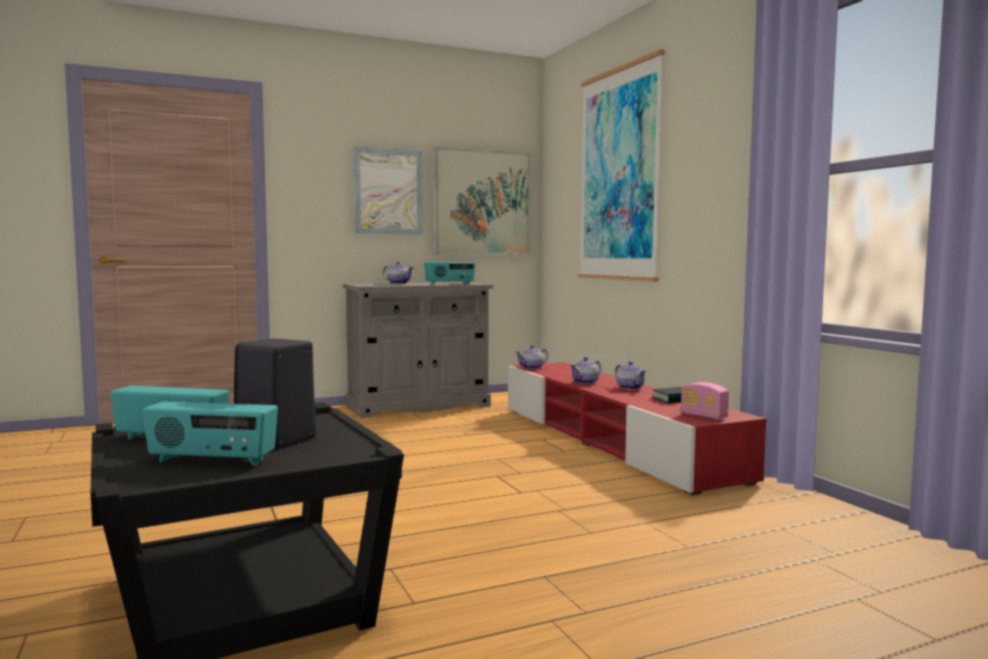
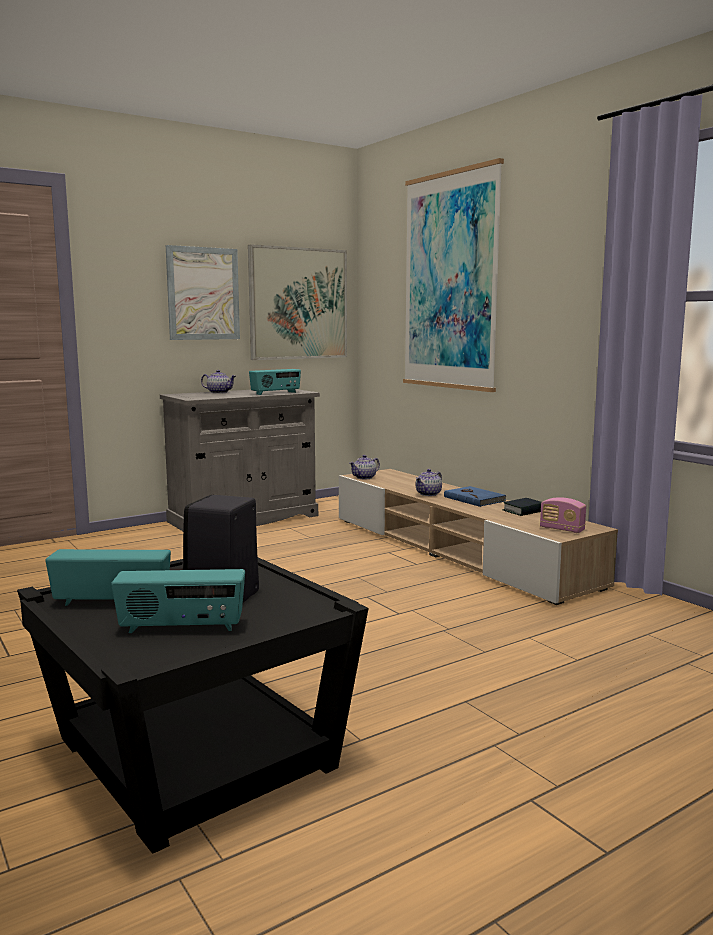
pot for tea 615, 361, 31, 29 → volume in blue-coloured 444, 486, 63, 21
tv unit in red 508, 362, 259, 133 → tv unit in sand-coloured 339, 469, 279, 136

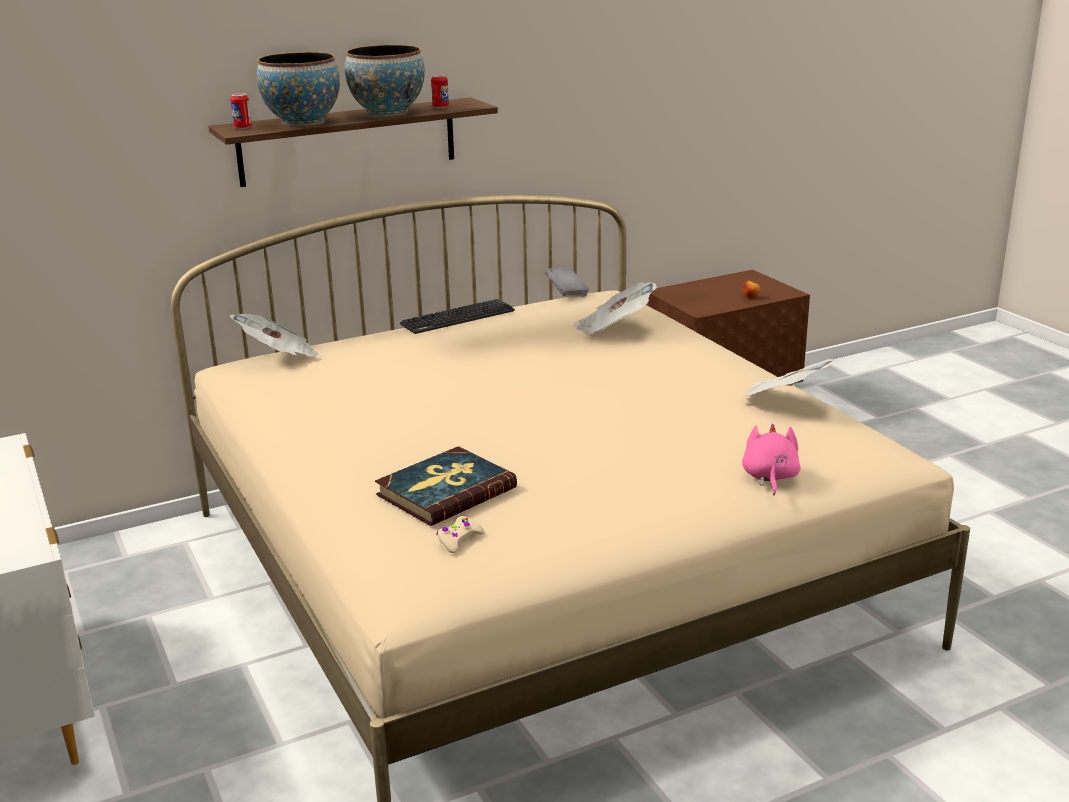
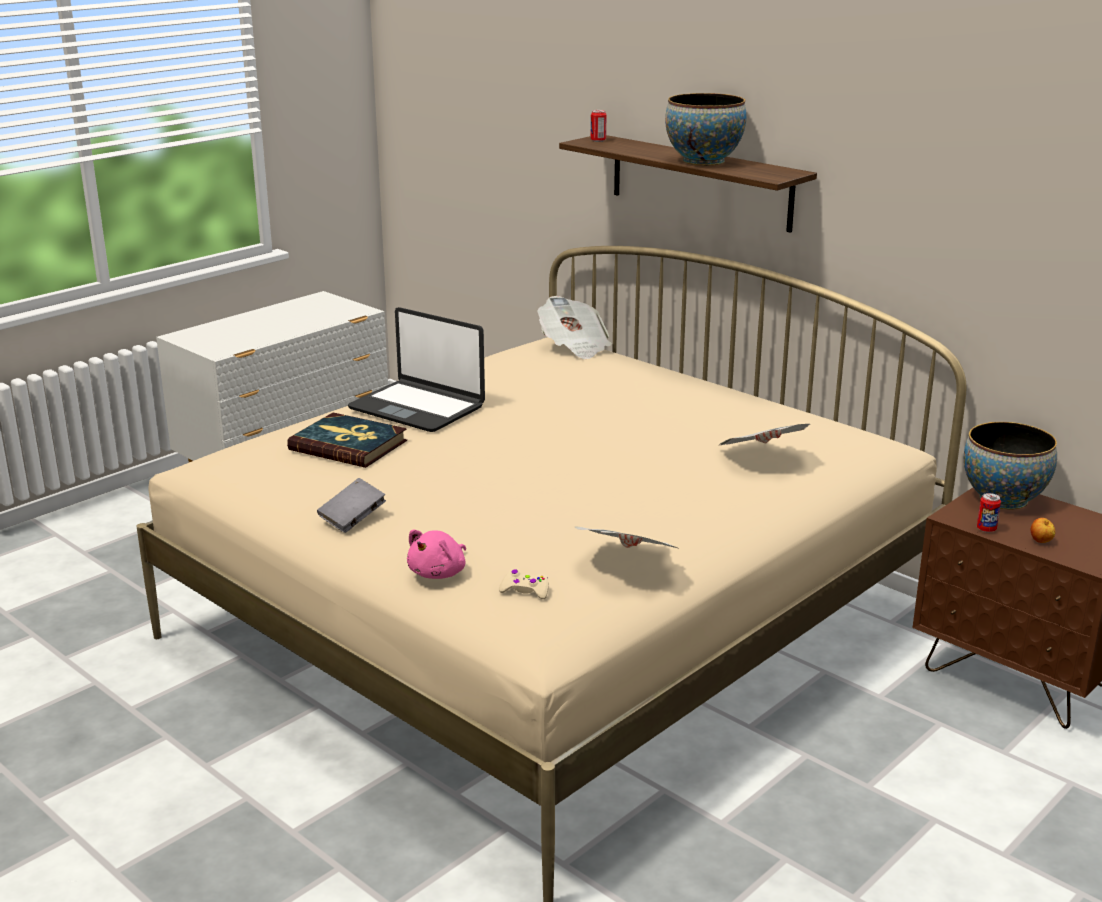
computer keyboard 400, 299, 115, 35 → -
- → laptop 348, 307, 137, 125
deep dish 257, 52, 83, 74 → deep dish 964, 422, 93, 88, relocated
sealed can 431, 75, 18, 33 → sealed can 977, 493, 24, 39, relocated
game controller in sand-coloured 436, 516, 49, 37 → game controller in sand-coloured 499, 569, 50, 30, relocated
volume in gray 545, 268, 44, 29 → volume in gray 317, 478, 69, 55, relocated
soft toy in pink-coloured 742, 424, 59, 72 → soft toy in pink-coloured 407, 530, 59, 49, 135 degrees clockwise

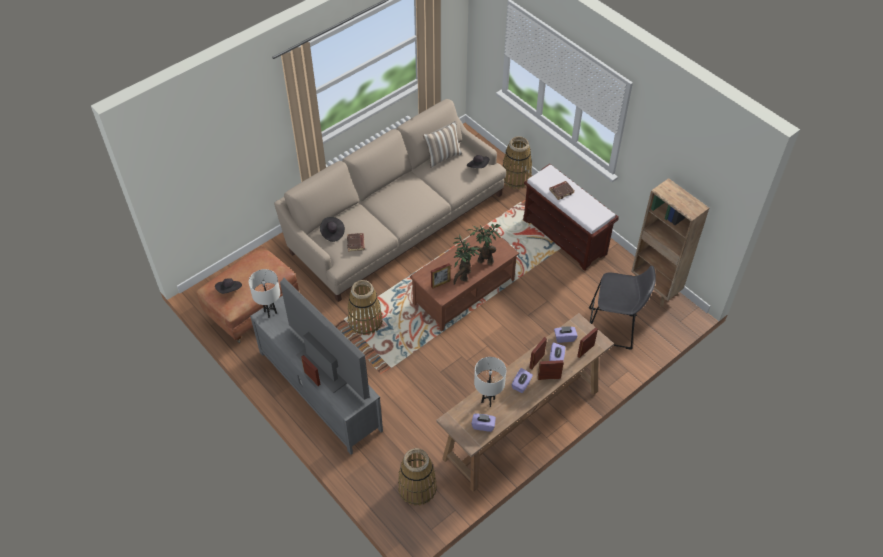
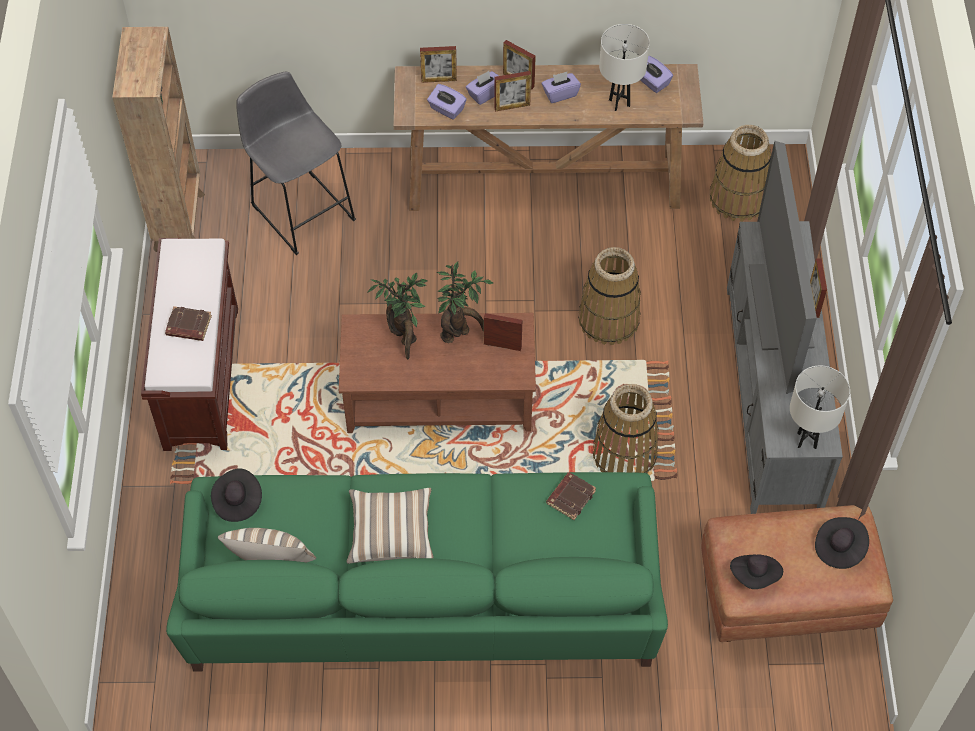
- → pillow 347, 488, 87, 76
hat in blackish 320, 217, 25, 25 → hat in blackish 730, 555, 53, 34, relocated
storage basket 503, 136, 29, 53 → storage basket 578, 247, 63, 98, relocated
couch in sand-coloured 274, 99, 232, 203 → couch in green 166, 472, 502, 200

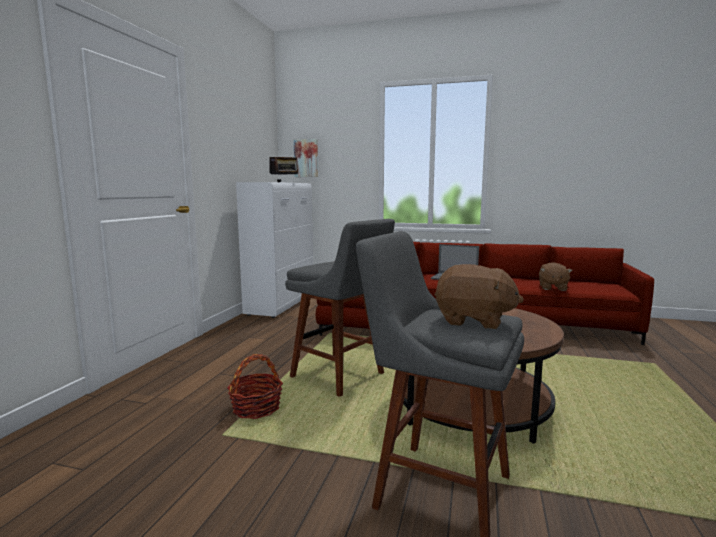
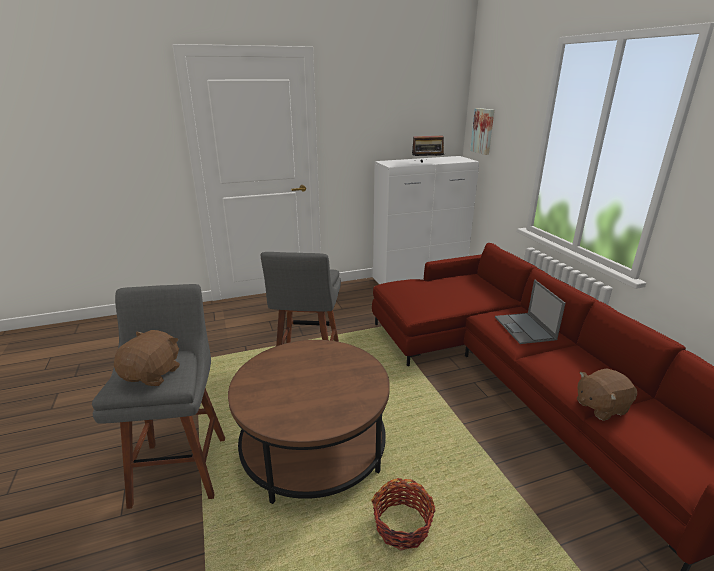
storage basket 227, 354, 56, 65 → storage basket 371, 478, 65, 72, relocated
soft toy in brownish 435, 264, 89, 65 → soft toy in brownish 114, 330, 66, 56, 150 degrees counterclockwise

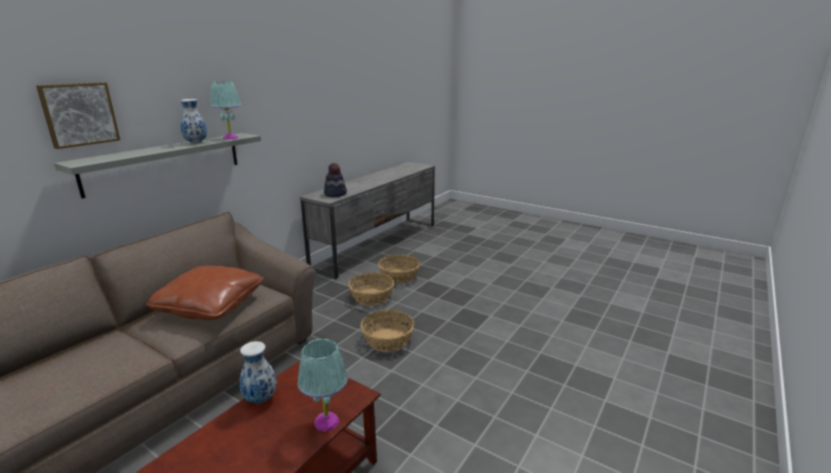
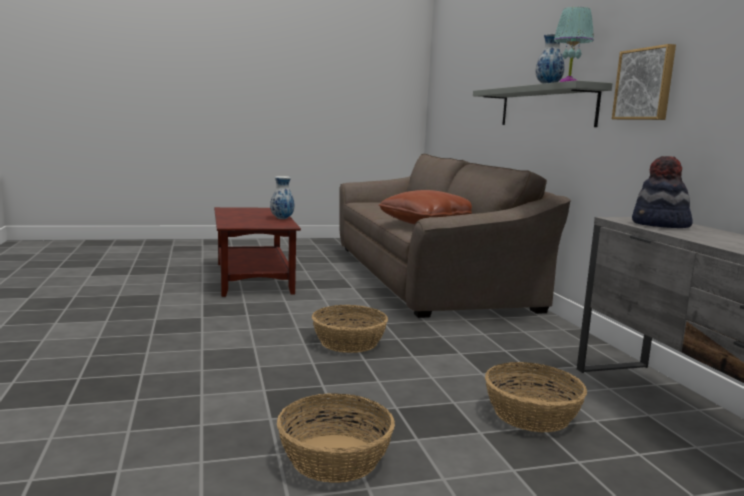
tabletop lamp in turquoise 297, 339, 51, 92 → -
wall art 36, 82, 84, 67 → wall art 612, 44, 64, 76, relocated
storage basket 348, 273, 46, 33 → storage basket 277, 393, 118, 90, relocated

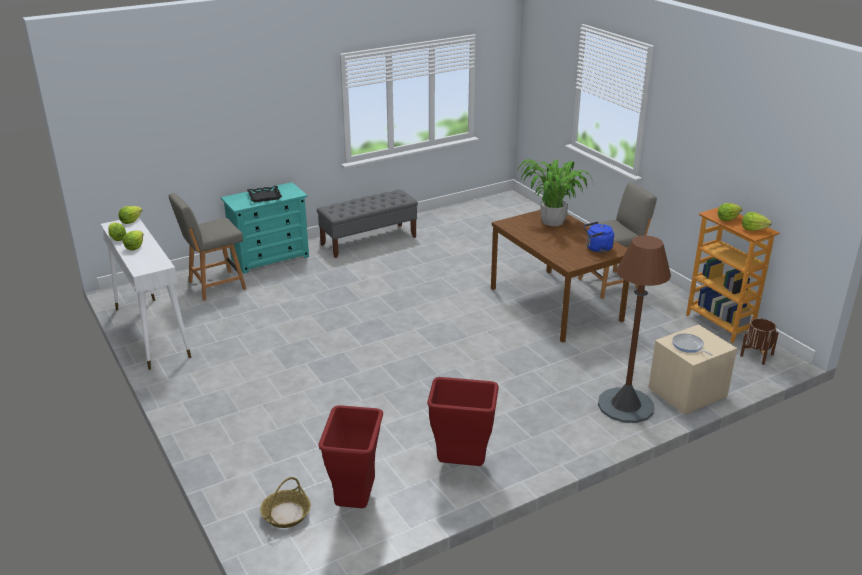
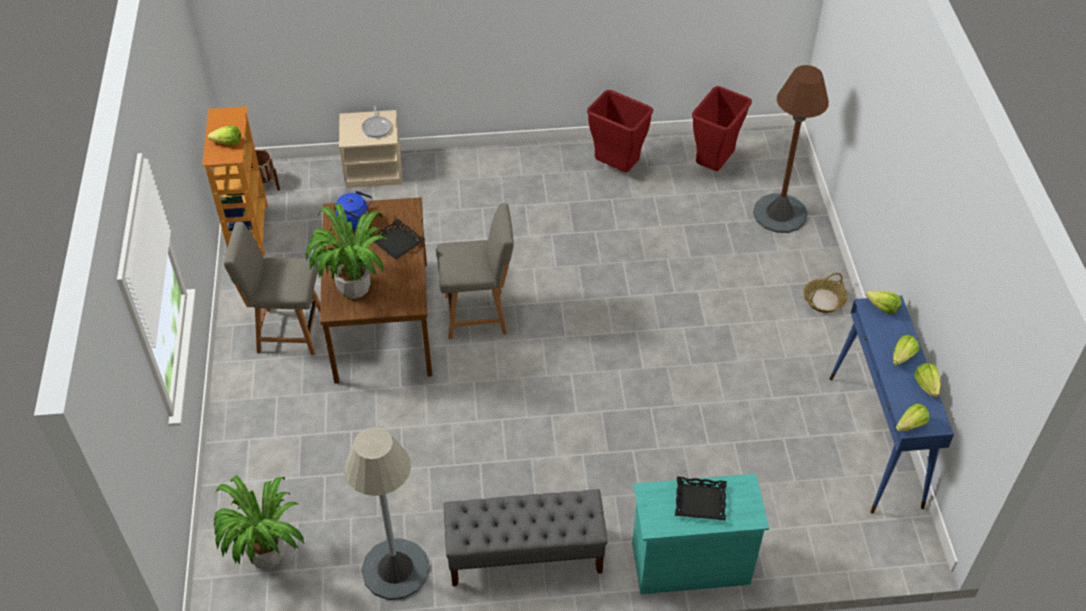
- → plant in a pot 214, 475, 91, 94
- → standing lamp in gray 344, 427, 86, 173
- → carrying tray in blackish 370, 218, 56, 42
chair in gray 169, 193, 77, 108 → chair in gray 437, 203, 77, 136, relocated
storage basket 260, 477, 51, 51 → storage basket 803, 273, 44, 40, relocated
standing lamp in brownish 598, 235, 73, 188 → standing lamp in brownish 753, 65, 76, 168, relocated
head of lettuce 742, 212, 30, 19 → head of lettuce 866, 291, 35, 23, relocated
narrow table in whitish 101, 218, 90, 152 → narrow table in blue-coloured 830, 296, 124, 218

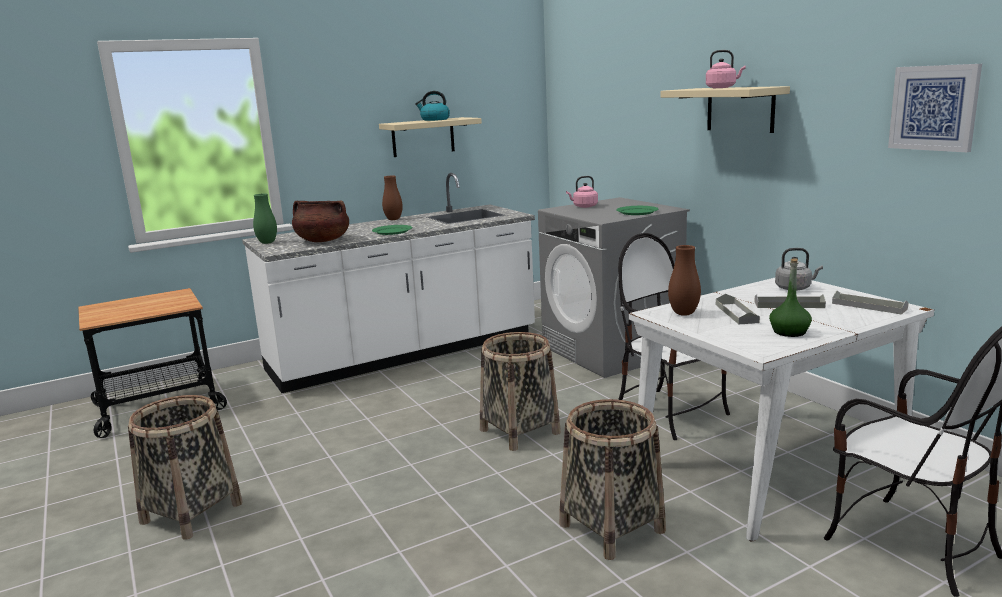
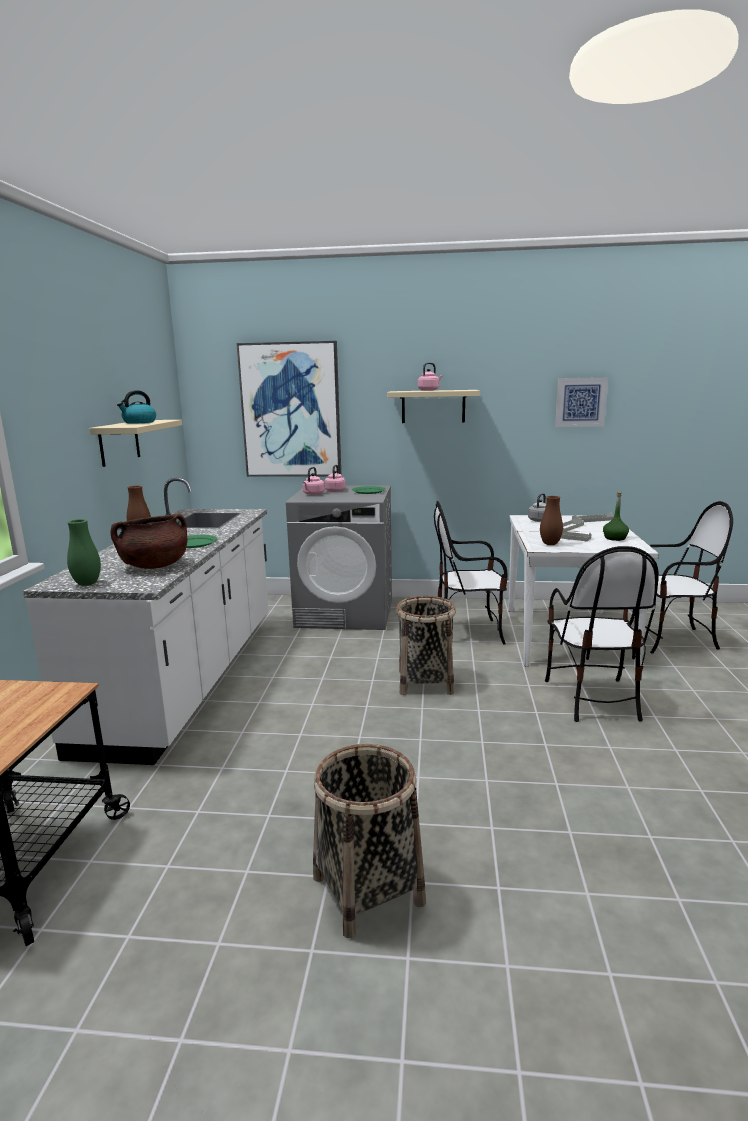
- → wall art 236, 341, 105, 136
- → water kettle in pink-coloured 324, 465, 22, 27
storage basket 559, 399, 107, 161 → chair 545, 546, 114, 176

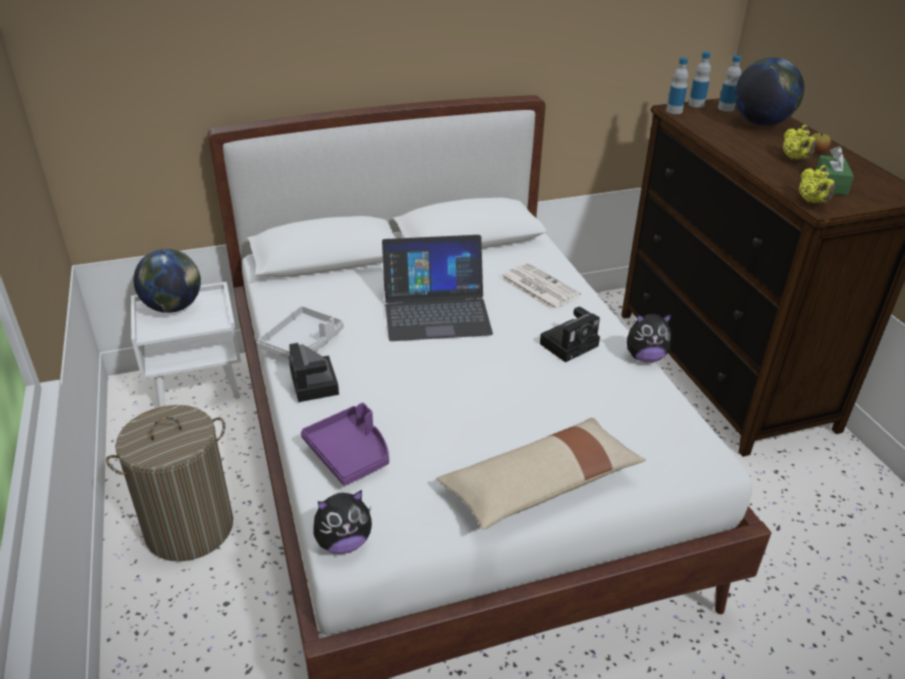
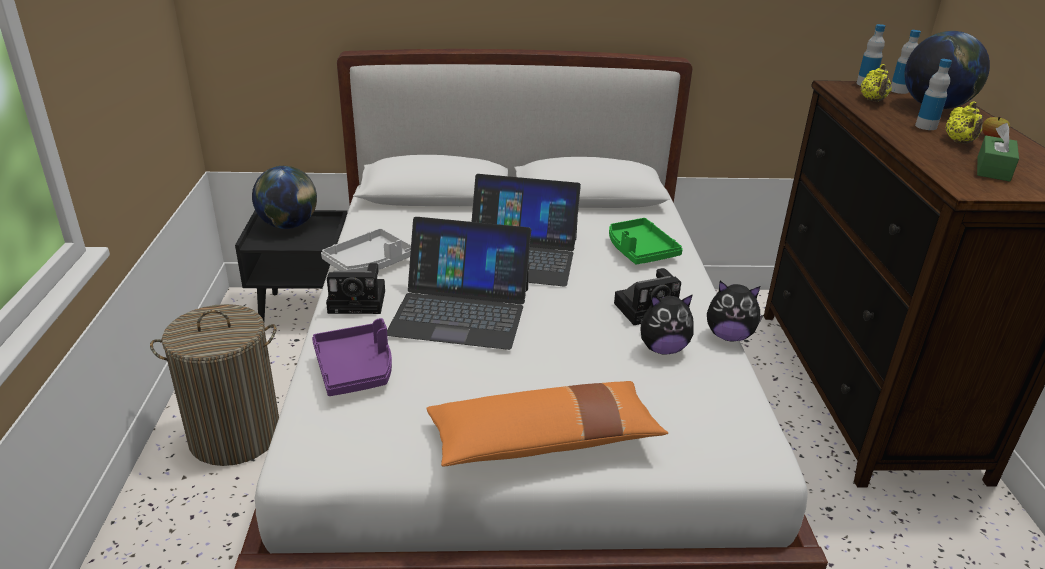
- → laptop 387, 217, 144, 133
soft toy 313, 490, 59, 64 → soft toy 641, 294, 53, 61, relocated
beverage bottle 666, 57, 22, 57 → beverage bottle 915, 59, 37, 71, relocated
pot for tea in yellow 799, 165, 36, 39 → pot for tea in yellow 861, 64, 31, 38, relocated
printed paper 500, 263, 81, 48 → carrying tray in green 609, 218, 74, 47
bedside table in whitish 131, 282, 110, 125 → bedside table in blackish 235, 210, 112, 111
pillow in sand-coloured 436, 418, 210, 112 → pillow in orangey 426, 381, 242, 85
still camera 289, 343, 50, 59 → still camera 326, 263, 59, 51, 90 degrees counterclockwise

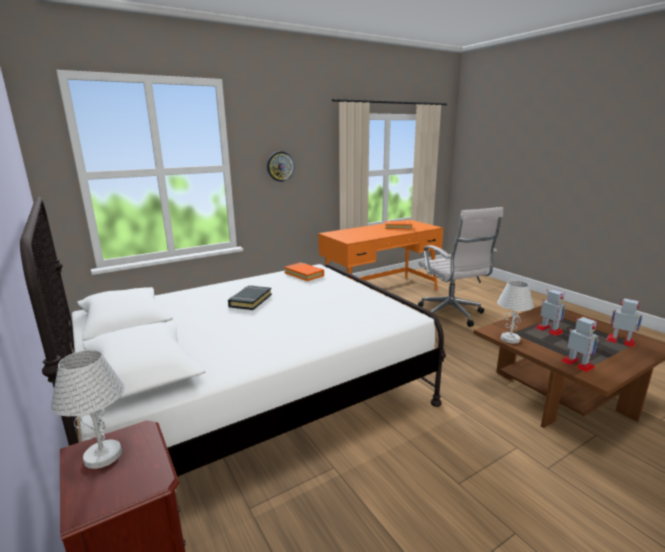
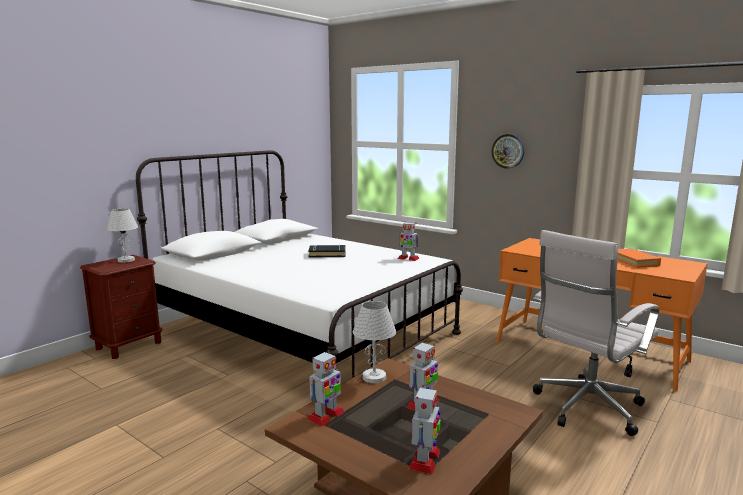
volume in orangey 284, 262, 40, 19 → robot figure 398, 221, 21, 40

